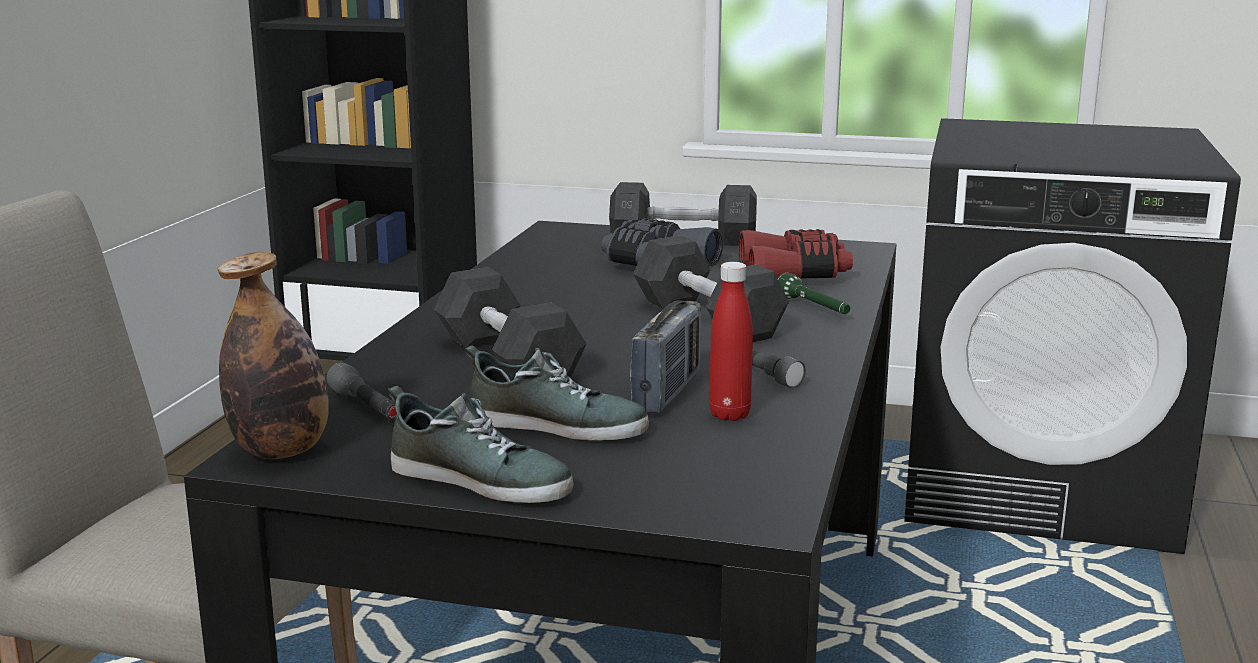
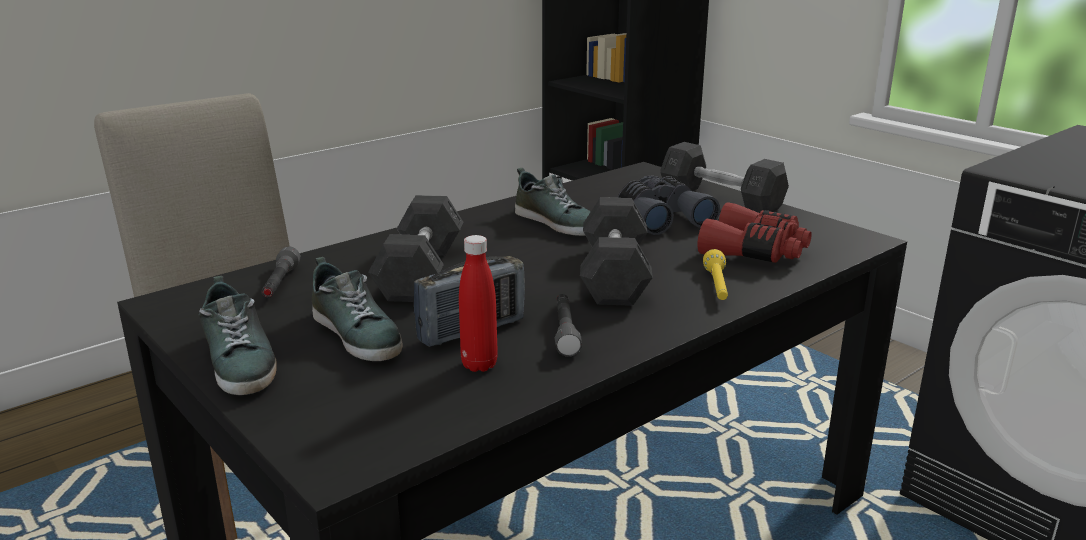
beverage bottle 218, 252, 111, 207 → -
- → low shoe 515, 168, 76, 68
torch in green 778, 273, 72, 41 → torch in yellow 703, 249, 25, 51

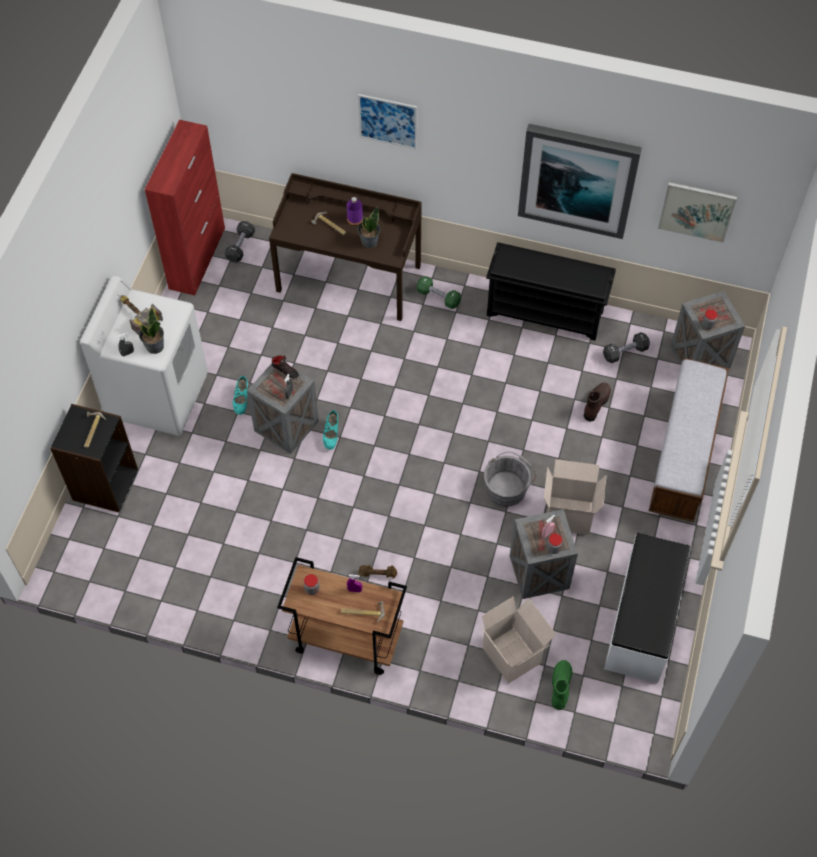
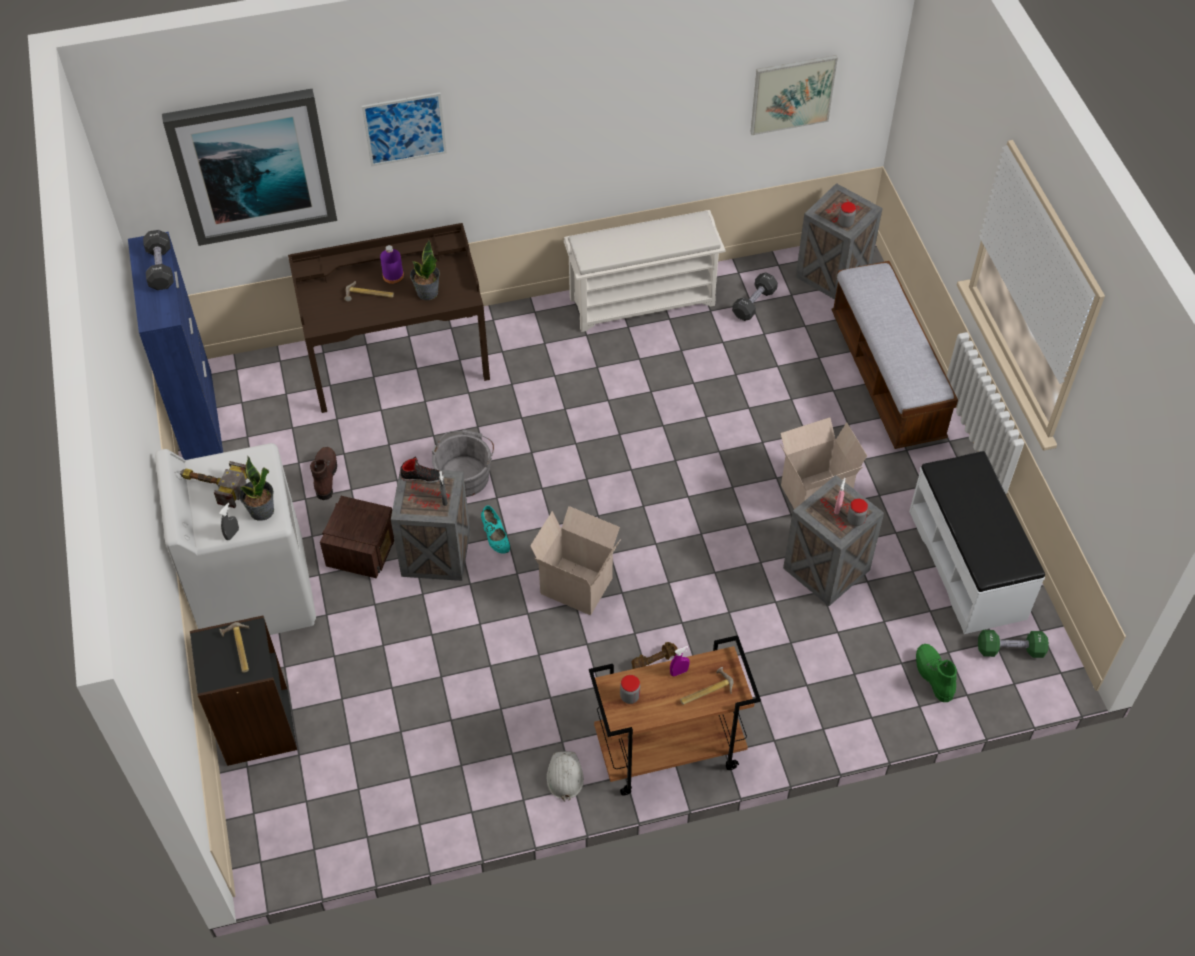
- → work helmet in whitish 546, 751, 38, 51
free weight in blackish 225, 221, 30, 41 → free weight in blackish 143, 230, 31, 60, relocated
free weight in green 417, 276, 44, 33 → free weight in green 978, 630, 71, 28, relocated
packing box 480, 597, 76, 87 → packing box 530, 506, 91, 109, relocated
pail in gray 484, 452, 52, 54 → pail in gray 432, 429, 62, 68, relocated
wall art 518, 124, 124, 115 → wall art 162, 89, 175, 157, relocated
tall boot in brownish 584, 383, 27, 39 → tall boot in brownish 310, 447, 27, 53, relocated
low shoe in turquoise 233, 376, 15, 39 → radio 320, 496, 74, 83
storage cabinet in red 145, 120, 80, 175 → storage cabinet in blue-coloured 128, 232, 95, 228
shoe stand in blackish 486, 242, 130, 99 → shoe stand in whitish 564, 210, 161, 122

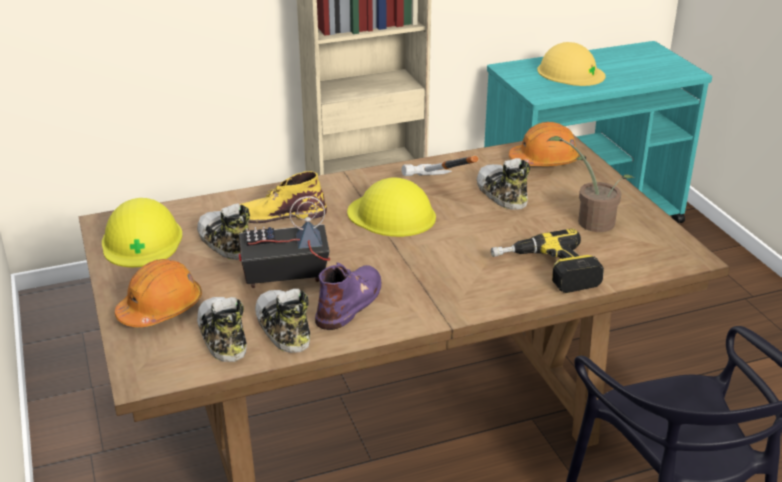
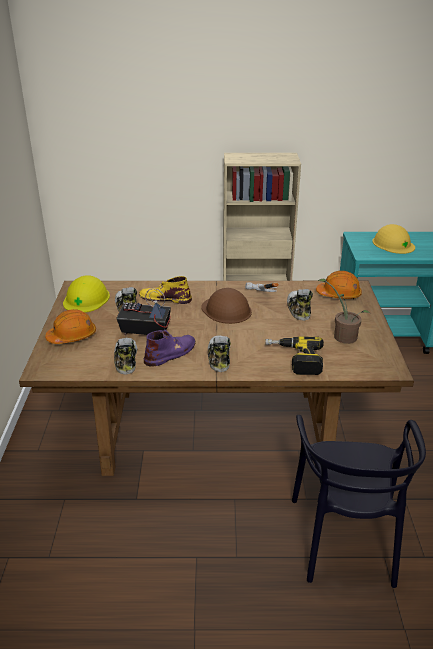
low shoe 197, 297, 50, 65 → low shoe 208, 335, 23, 37, relocated
work helmet in yellow 347, 177, 89, 60 → work helmet in brownish 201, 288, 51, 36

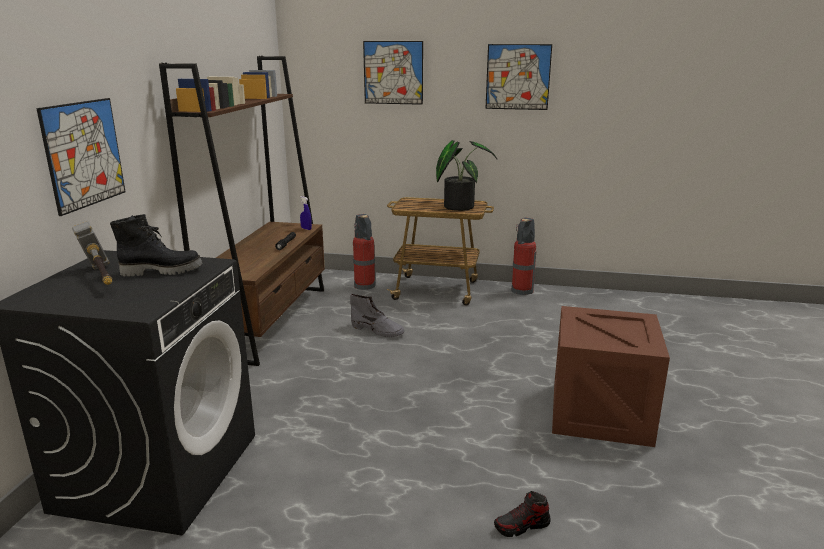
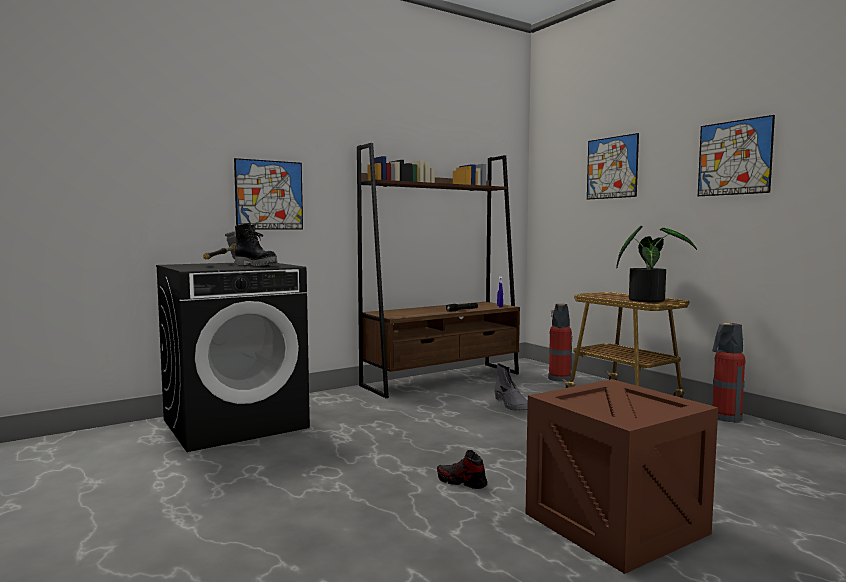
low shoe 494, 491, 57, 46 → low shoe 437, 450, 50, 39, relocated

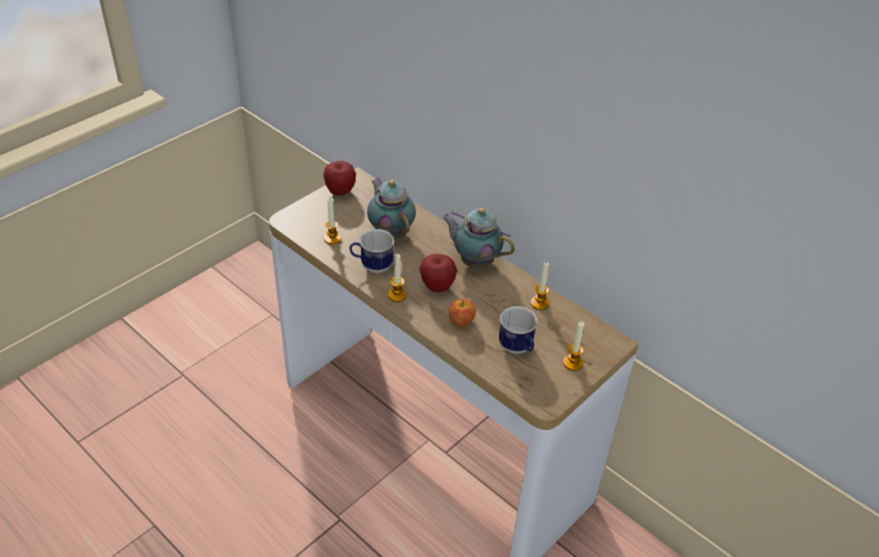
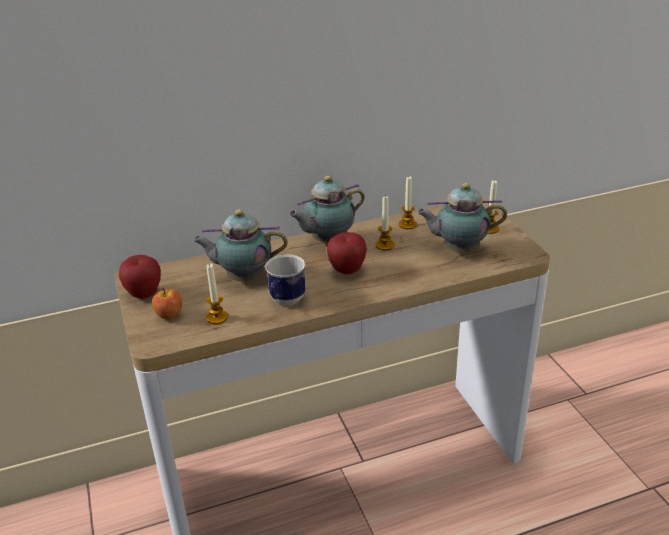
candle 388, 253, 19, 49 → candle 376, 195, 19, 55, relocated
whole apple 449, 299, 27, 27 → whole apple 152, 288, 30, 32, relocated
mug 499, 306, 38, 48 → pot for tea 417, 183, 90, 70

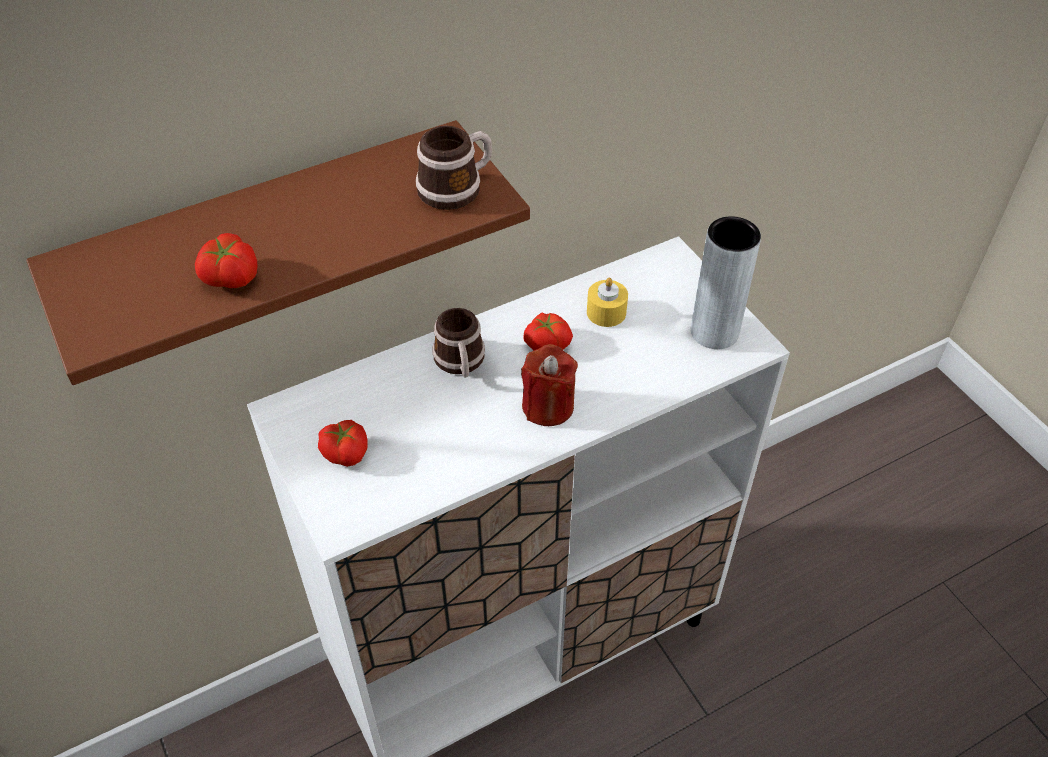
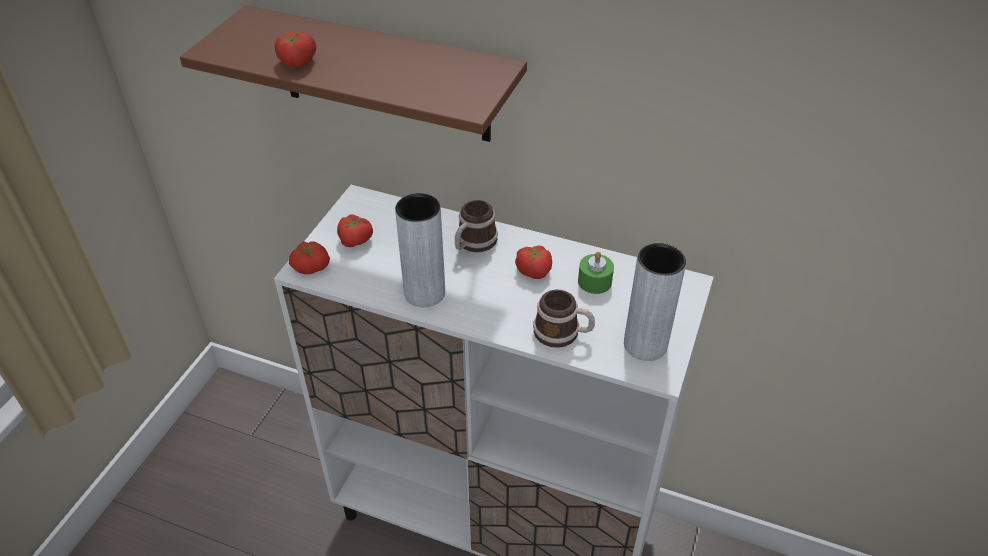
candle in red 521, 344, 57, 82 → -
- → whole tomato 289, 241, 41, 33
- → decorative vase in gray 395, 193, 50, 114
mug 415, 126, 77, 84 → mug 533, 290, 62, 58, relocated
candle in yellow 587, 278, 41, 49 → candle in green 578, 251, 36, 43

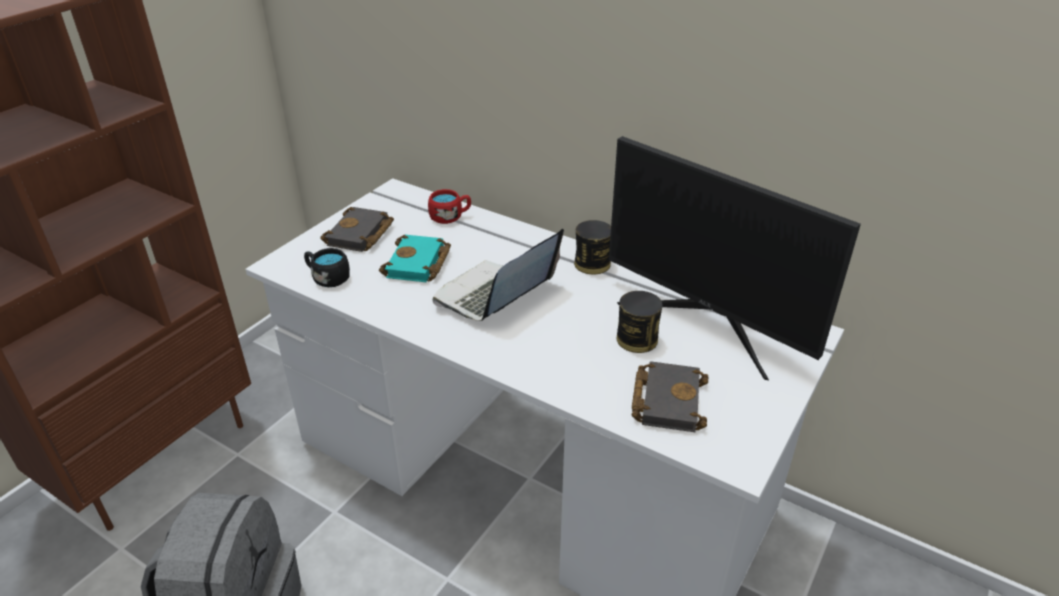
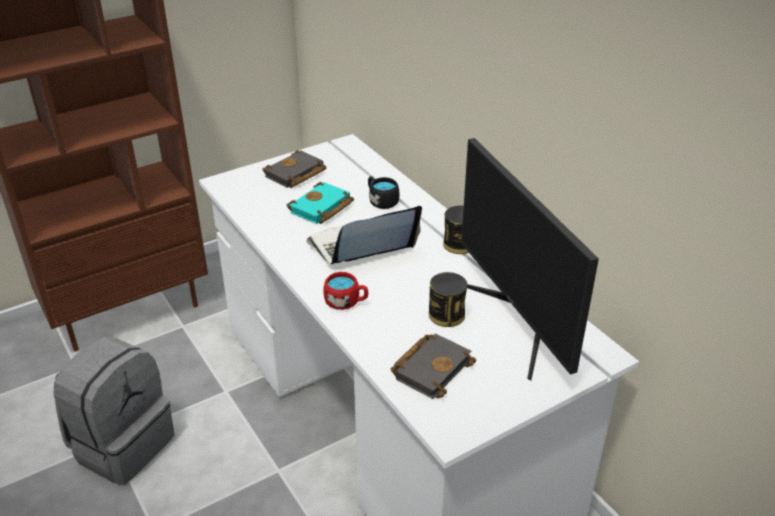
mug in blackish 304, 248, 46, 39 → mug in blackish 368, 176, 31, 33, relocated
mug in red 428, 189, 43, 35 → mug in red 323, 272, 45, 38, relocated

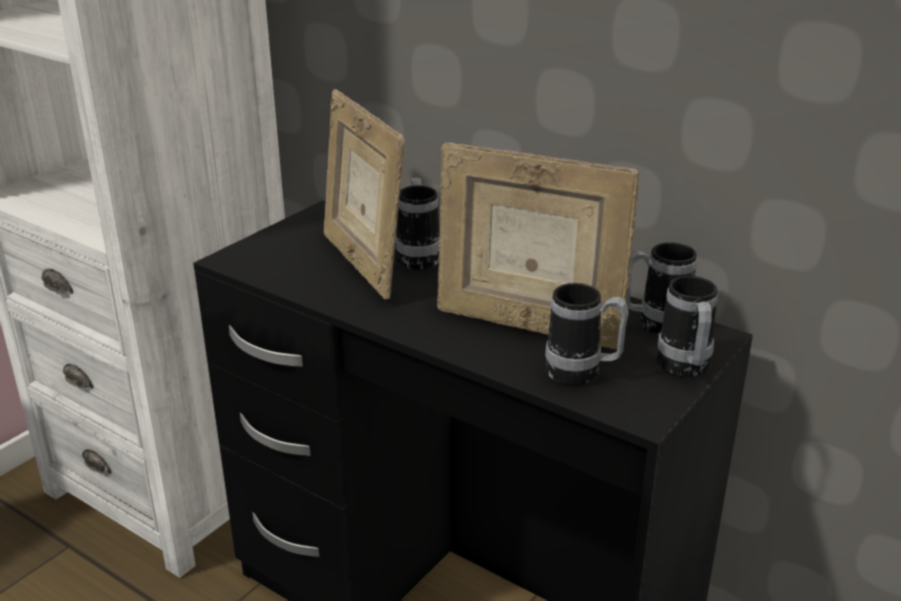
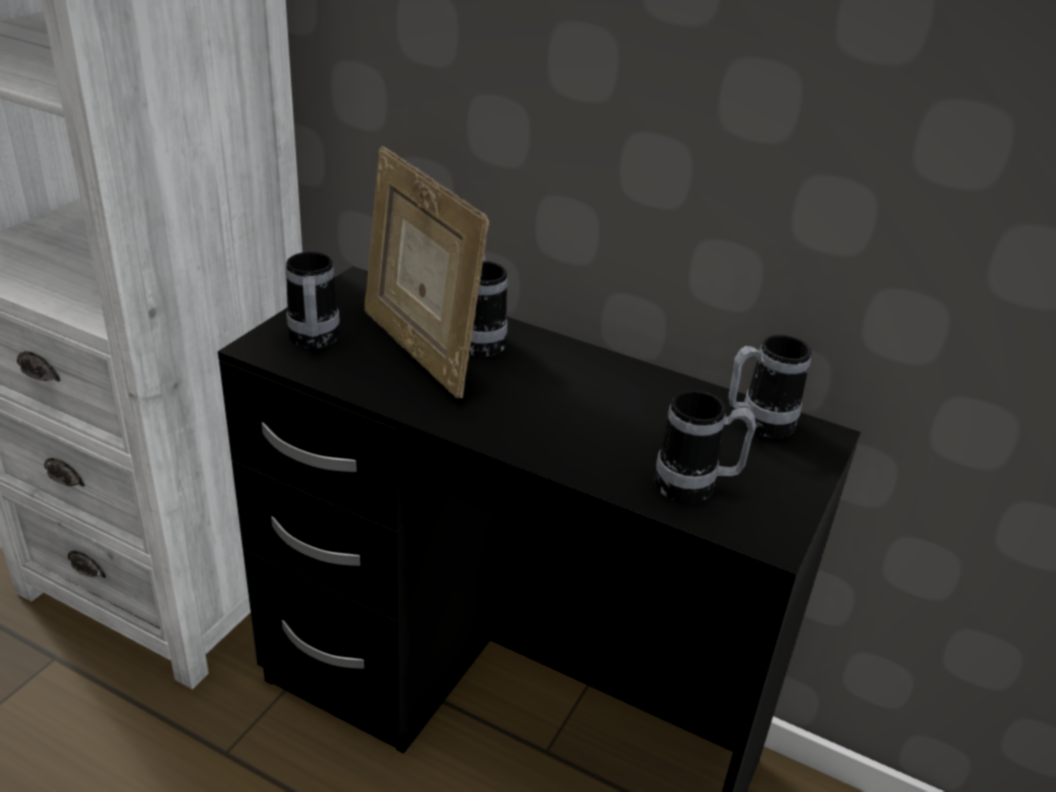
picture frame 437, 143, 203, 206 → -
mug 657, 276, 61, 101 → mug 286, 252, 54, 97, relocated

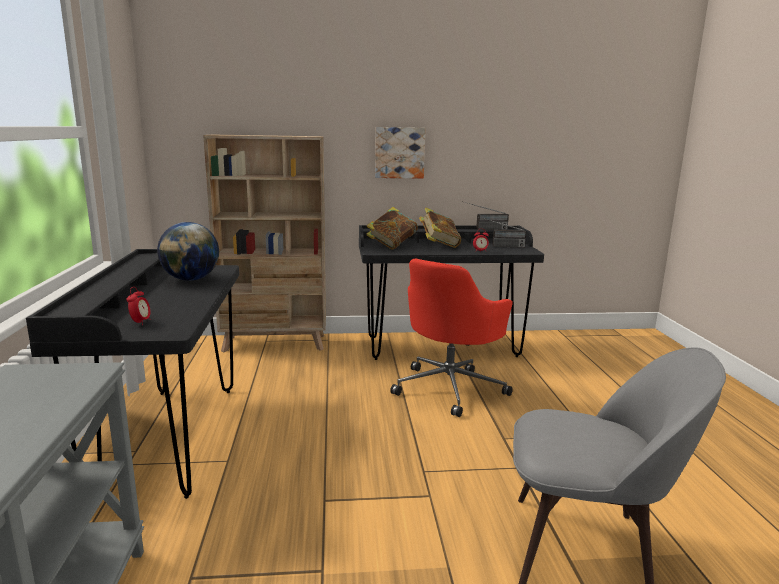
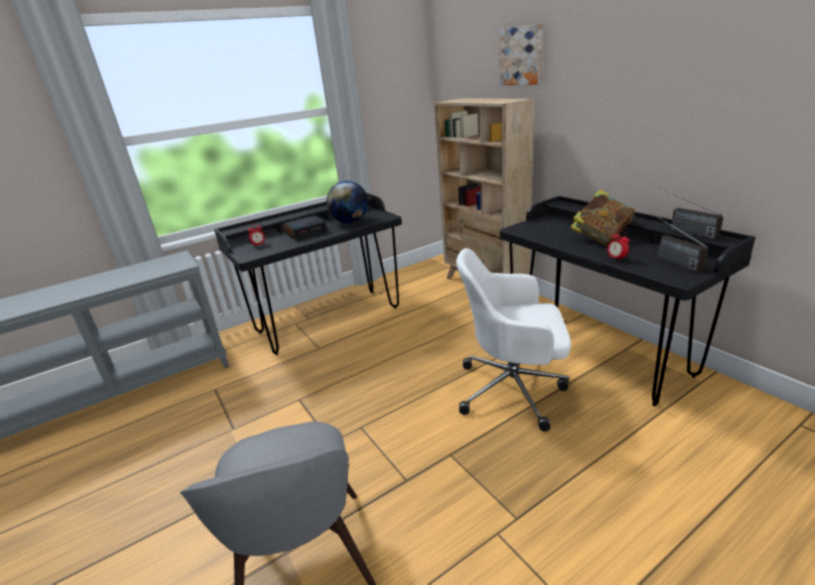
volume 366, 207, 52, 43 → -
- → table clock 282, 215, 46, 26
wall art 375, 127, 51, 52 → wall art 499, 23, 44, 62, relocated
office chair in red 390, 259, 123, 158 → office chair in whitish 456, 248, 115, 184

